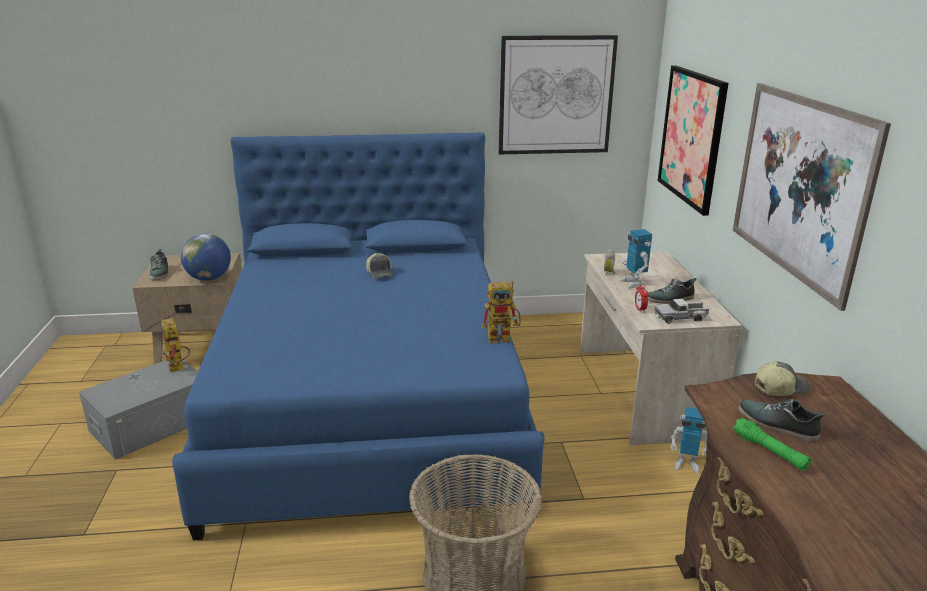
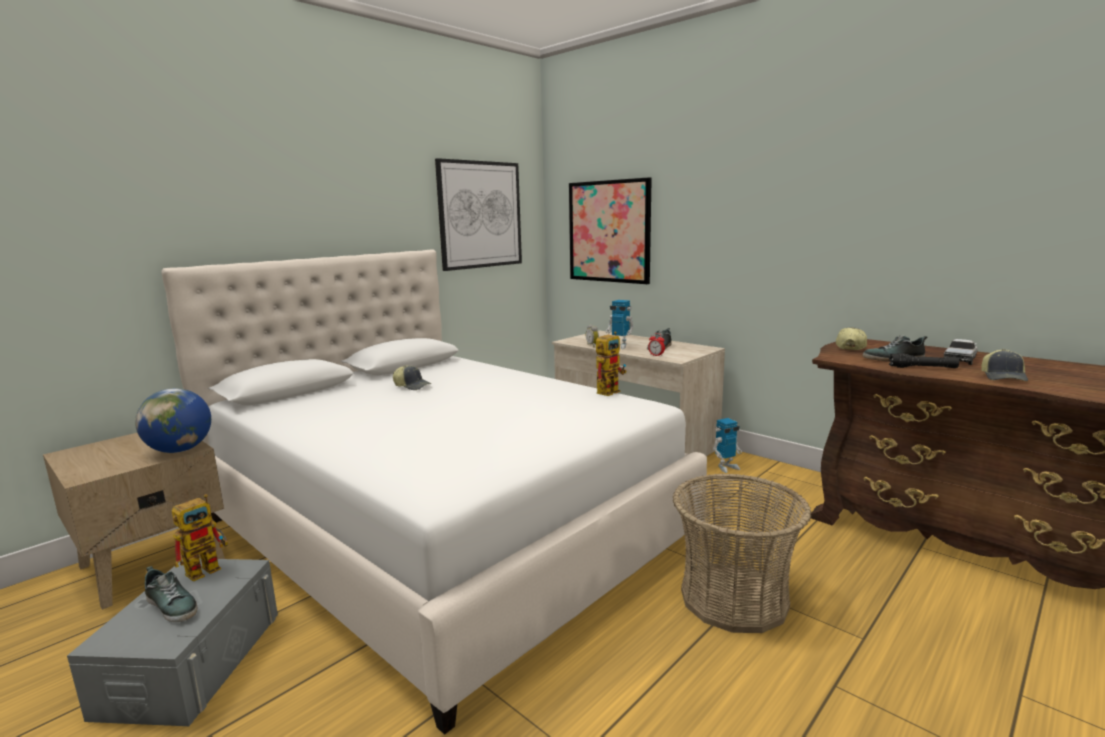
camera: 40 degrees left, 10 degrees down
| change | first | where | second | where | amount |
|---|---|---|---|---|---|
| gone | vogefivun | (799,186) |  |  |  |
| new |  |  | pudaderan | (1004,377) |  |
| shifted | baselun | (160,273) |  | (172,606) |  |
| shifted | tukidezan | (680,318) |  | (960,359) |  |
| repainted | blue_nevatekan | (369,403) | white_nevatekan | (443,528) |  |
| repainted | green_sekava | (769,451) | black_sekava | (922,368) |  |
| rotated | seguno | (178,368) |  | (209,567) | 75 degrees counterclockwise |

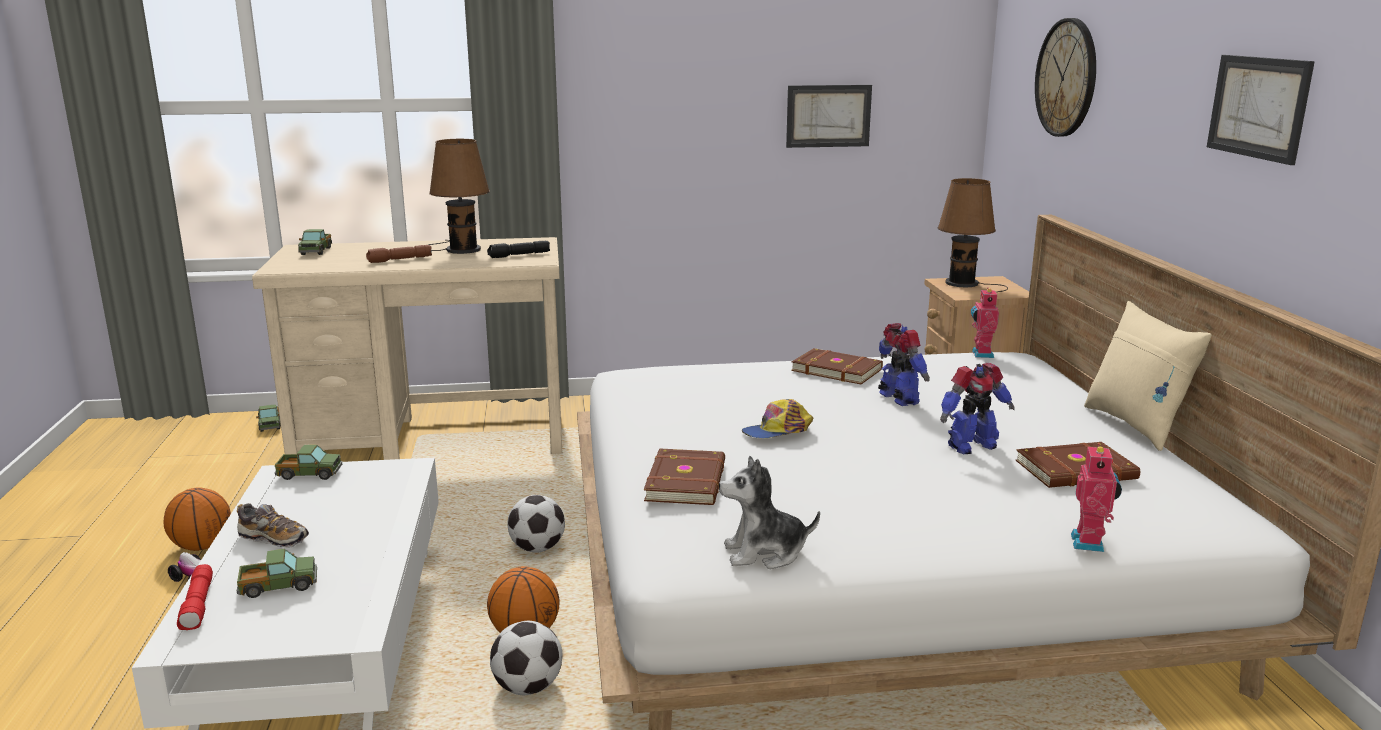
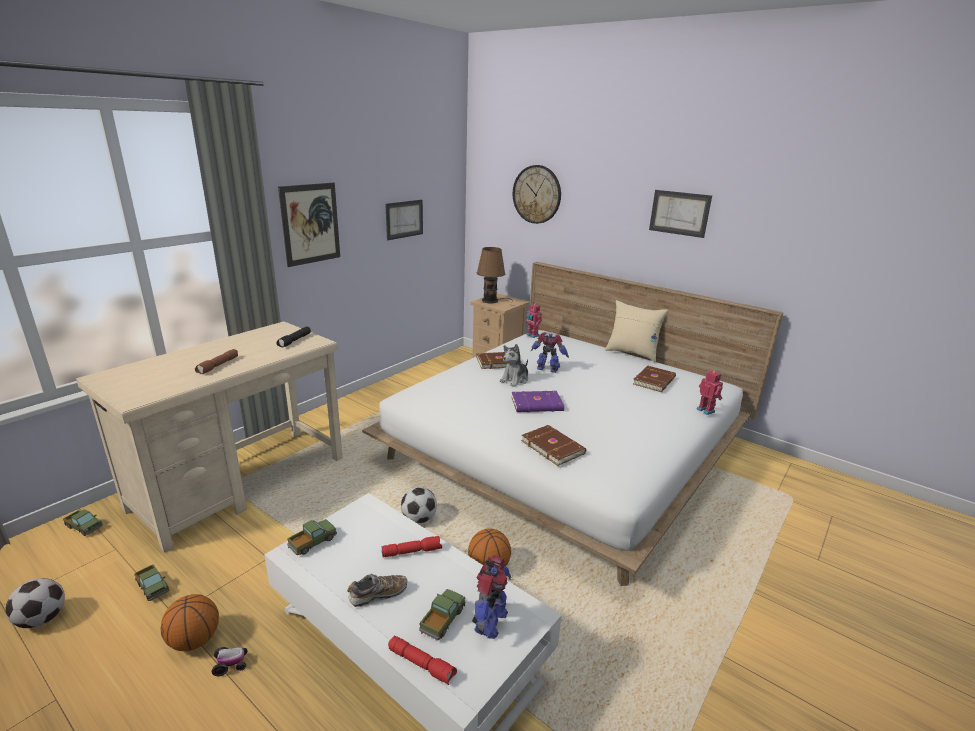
camera: 45 degrees left, 5 degrees up
| change | first | where | second | where | amount |
|---|---|---|---|---|---|
| gone | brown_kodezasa | (460,249) |  |  |  |
| new |  |  | vogefivun | (310,224) |  |
| new |  |  | red_sekava | (412,551) |  |
| shifted | tukidezan | (316,251) |  | (152,587) |  |
| shifted | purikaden | (528,687) |  | (42,619) |  |
| shifted | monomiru | (764,553) |  | (515,380) |  |
| shifted | seguno | (970,446) |  | (489,622) |  |
| swapped | pudaderan | (777,432) | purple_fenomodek | (537,404) |  |

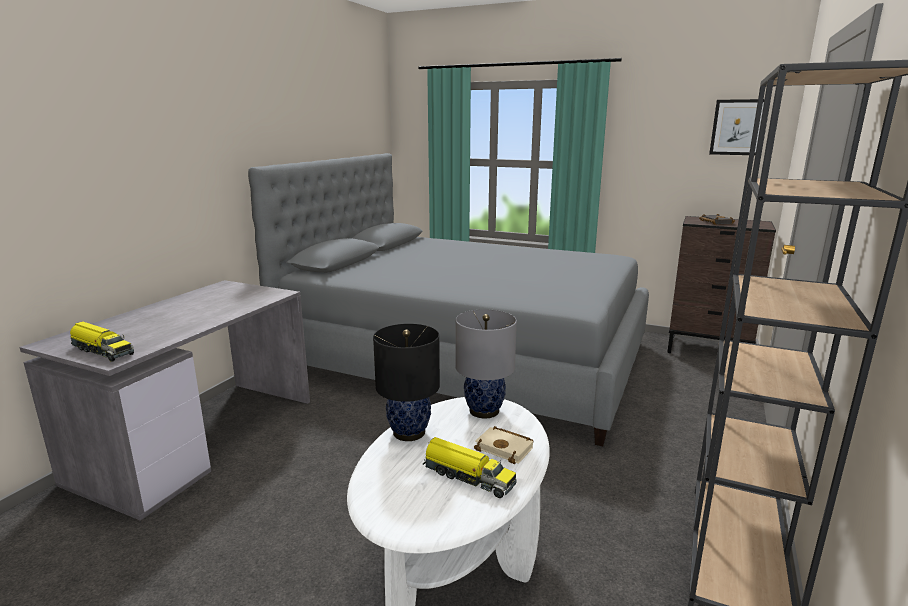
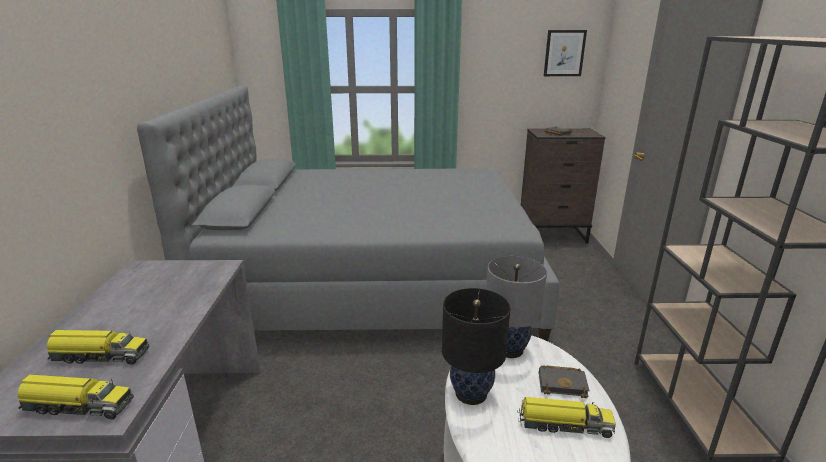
camera: 25 degrees left, 5 degrees up
| change | first | where | second | where | amount |
|---|---|---|---|---|---|
| new |  |  | tukidezan | (100,356) |  |
| repainted | beige_fenomodek | (506,448) | black_fenomodek | (563,384) |  |

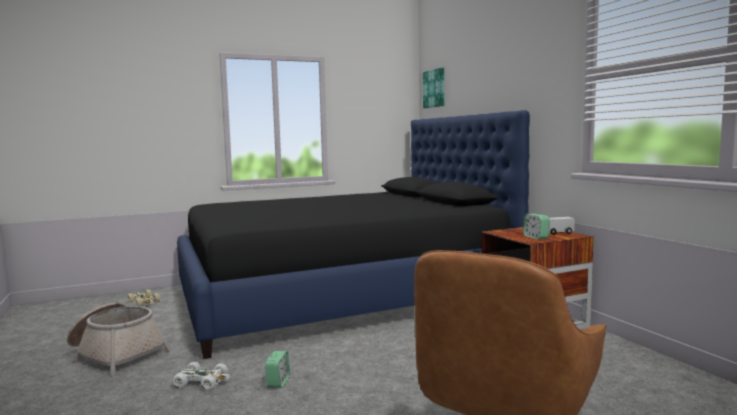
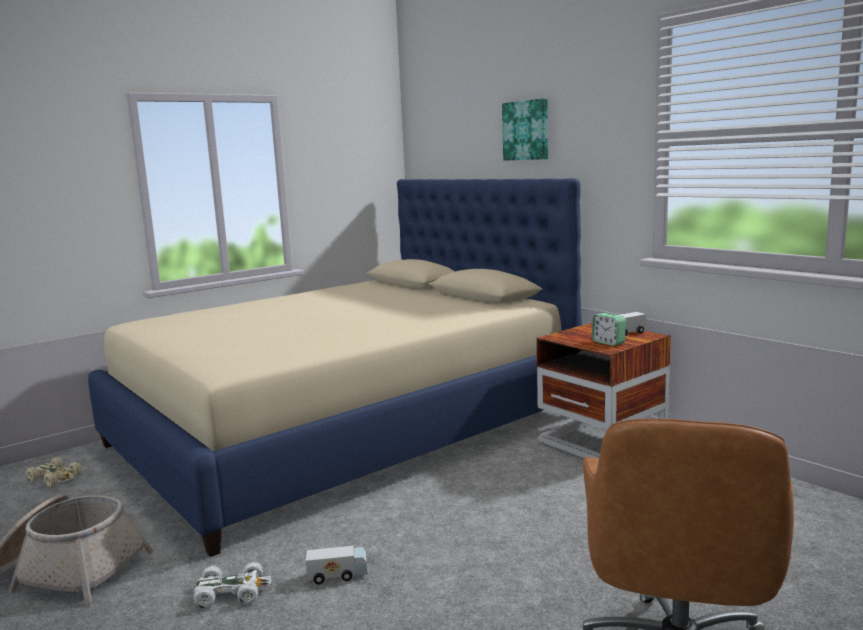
camera: 15 degrees left, 5 degrees up
| change | first | where | second | where | amount |
|---|---|---|---|---|---|
| shifted | vogefivun | (434,88) |  | (526,130) |  |
| swapped | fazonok | (278,382) | tukidezan | (338,575) |  |
| repainted | black_nevatekan | (343,294) | beige_nevatekan | (346,430) |  |

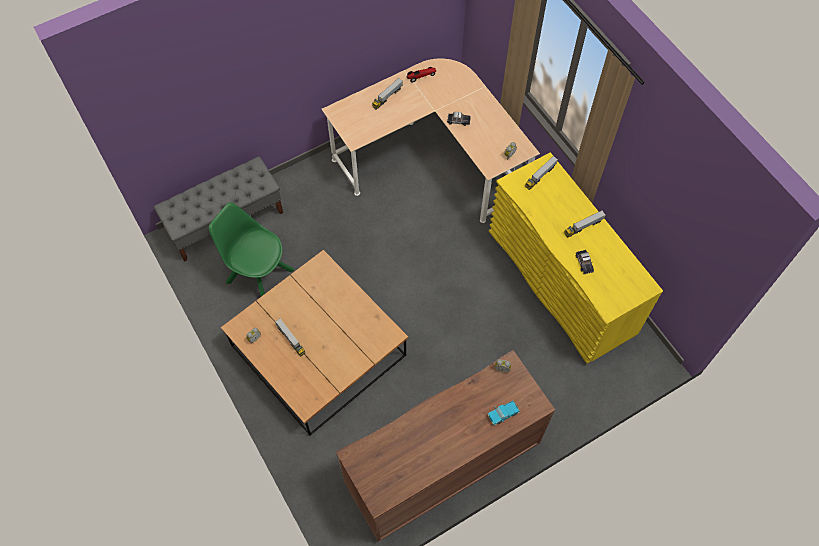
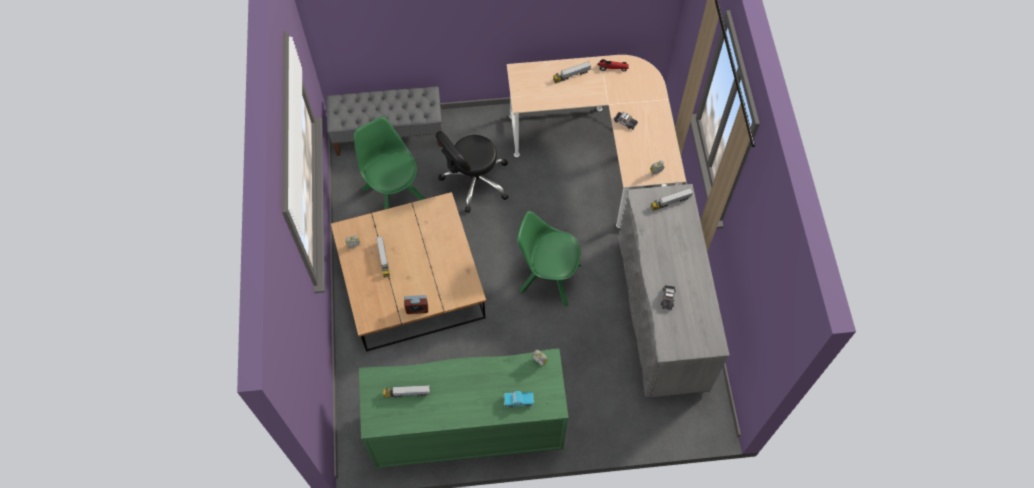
camera: 25 degrees right, 0 degrees up
| change | first | where | second | where | amount |
|---|---|---|---|---|---|
| new |  |  | fazonok | (417,309) |  |
| new |  |  | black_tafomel | (473,183) |  |
| new |  |  | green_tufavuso | (548,277) |  |
| shifted | tukidezan | (583,226) |  | (407,393) |  |
| repainted | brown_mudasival | (442,464) | green_mudasival | (467,428) |  |
| repainted | yellow_mudasival | (560,284) | grey_mudasival | (661,314) |  |

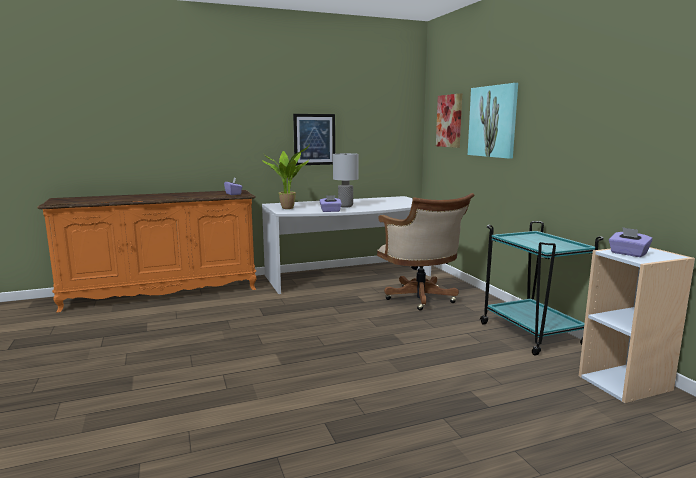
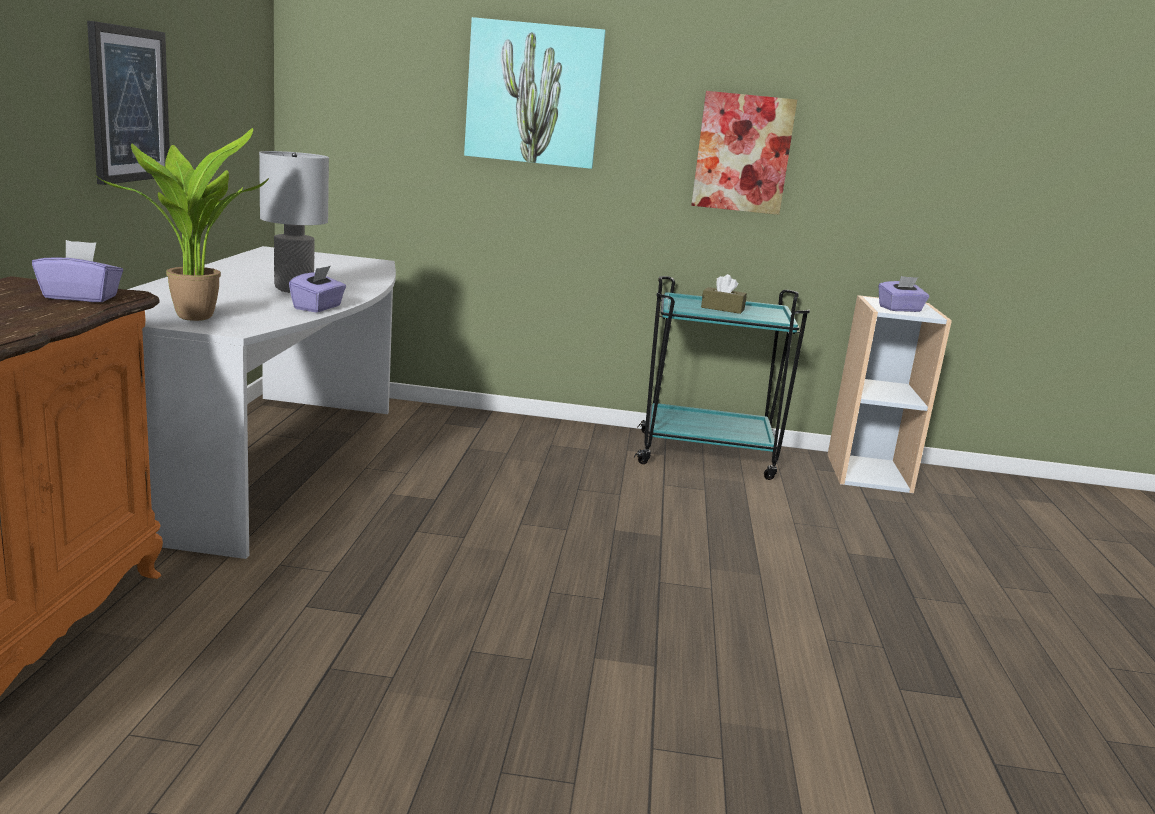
camera: 65 degrees left, 5 degrees up
| change | first | where | second | where | amount |
|---|---|---|---|---|---|
| gone | tafomel | (422,299) |  |  |  |
| new |  |  | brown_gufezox | (722,309) |  |
| shifted | vogefivun | (449,121) |  | (742,153) |  |

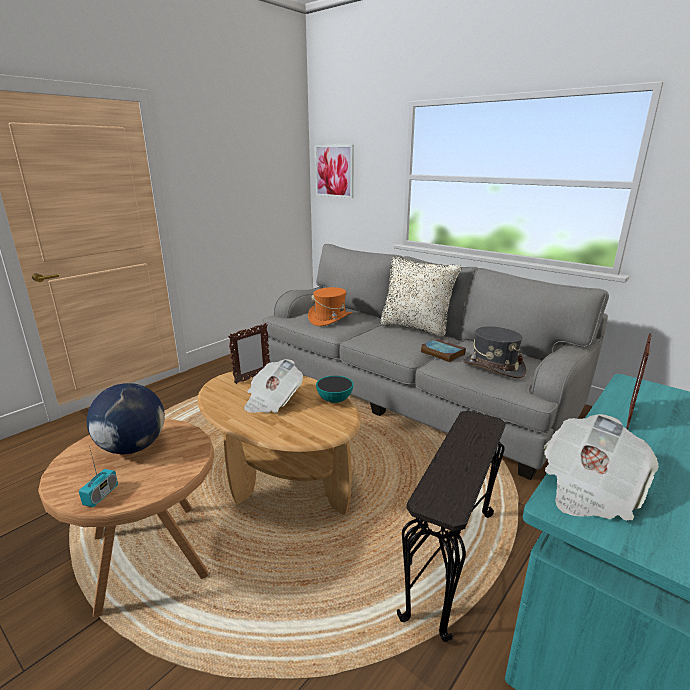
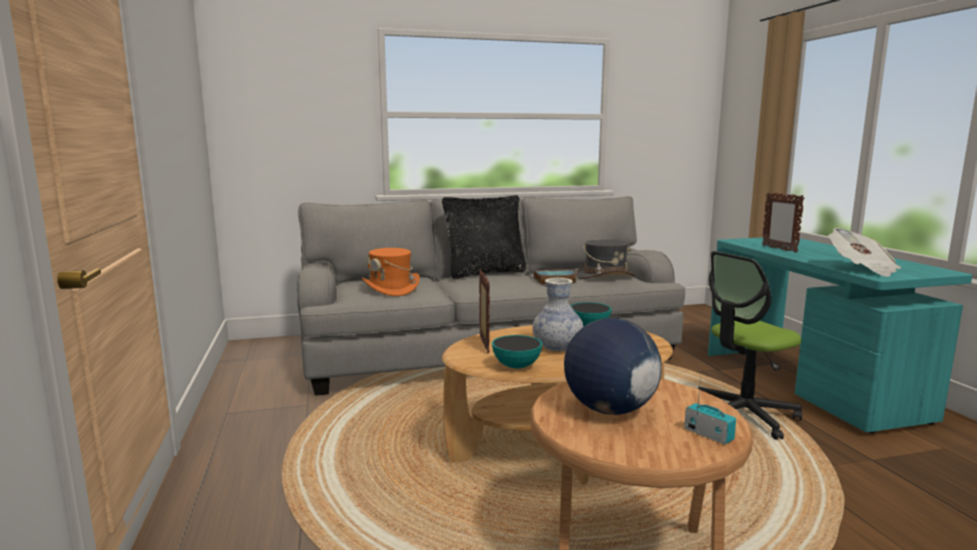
camera: 55 degrees left, 10 degrees down
| change | first | where | second | where | amount |
|---|---|---|---|---|---|
| gone | vogefivun | (334,171) |  |  |  |
| new |  |  | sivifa | (516,366) |  |
| swapped | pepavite | (272,401) | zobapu | (557,347) |  |
| swapped | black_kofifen | (450,562) | tafomel | (743,415) |  |
| repainted | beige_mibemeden | (415,329) | black_mibemeden | (486,274) |  |

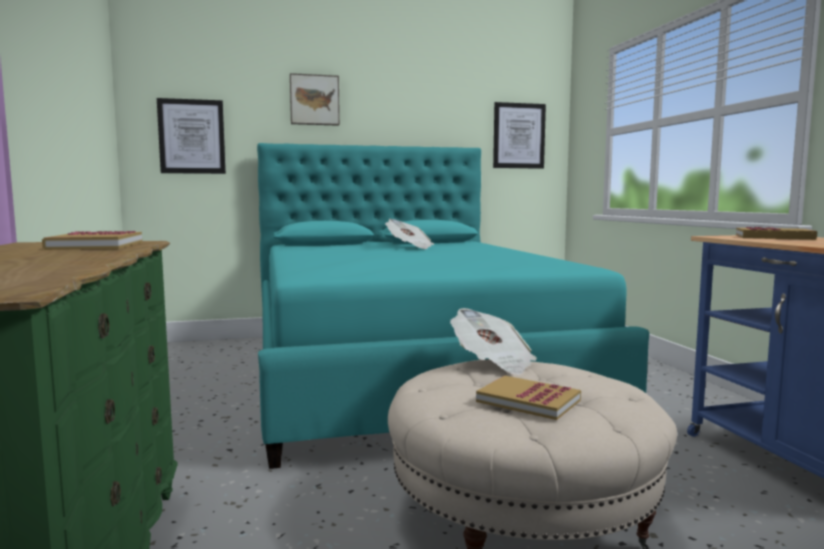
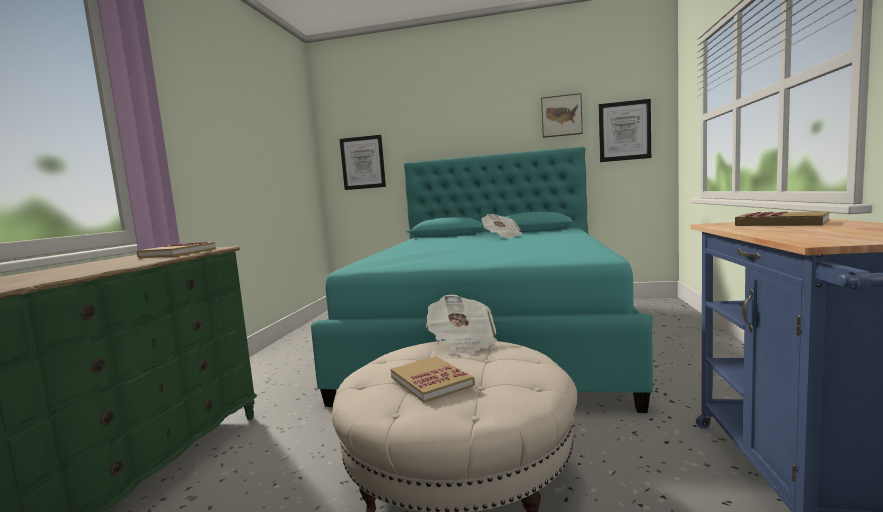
camera: 25 degrees right, 0 degrees up
| change | first | where | second | where | amount |
|---|---|---|---|---|---|
| shifted | vogefivun | (314,100) |  | (561,116) |  |

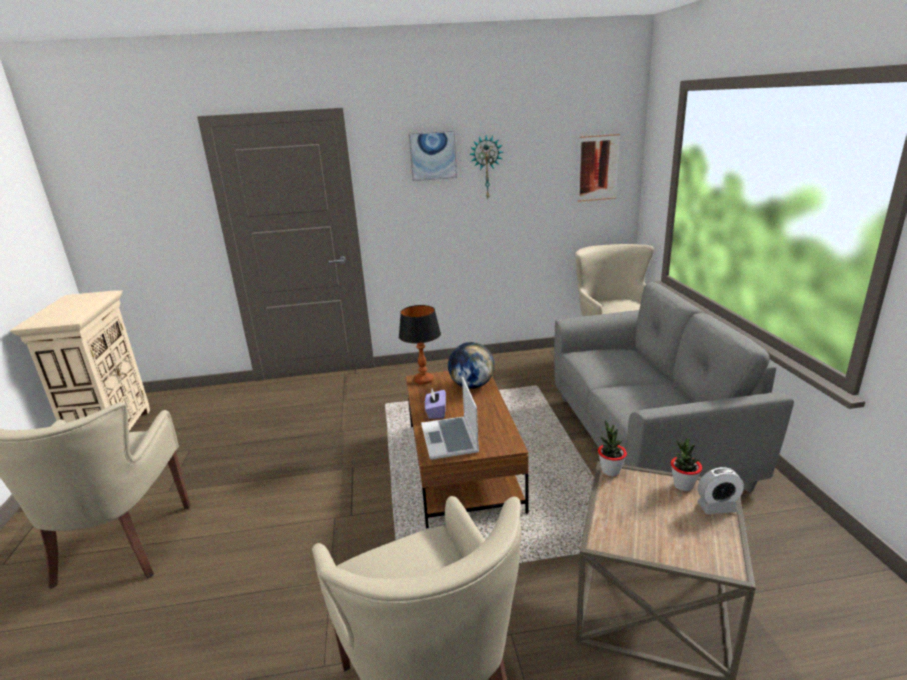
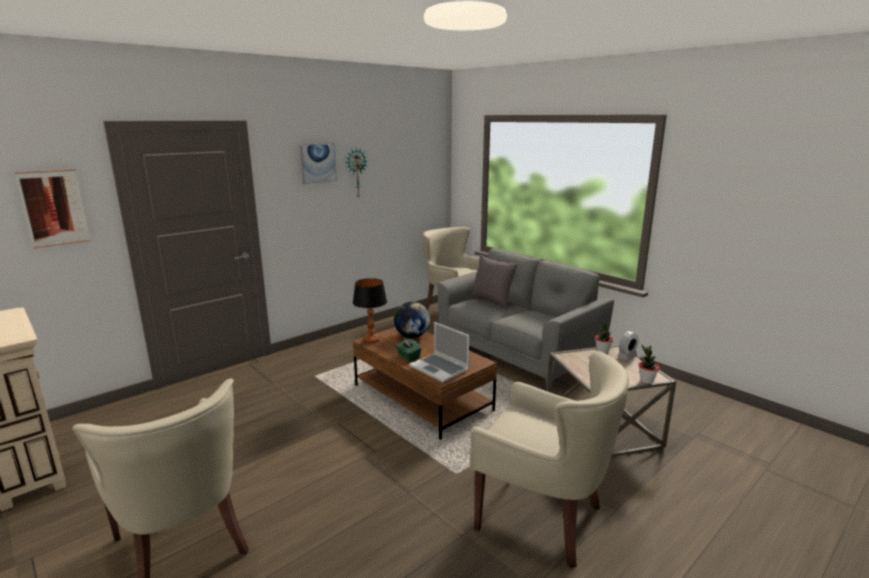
camera: 35 degrees left, 5 degrees down
| change | first | where | second | where | amount |
|---|---|---|---|---|---|
| new |  |  | grey_mibemeden | (492,302) |  |
| shifted | vogefivun | (597,168) |  | (54,208) |  |
| shifted | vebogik | (610,471) |  | (646,380) |  |
| repainted | purple_gufezox | (436,412) | green_gufezox | (408,356) |  |

